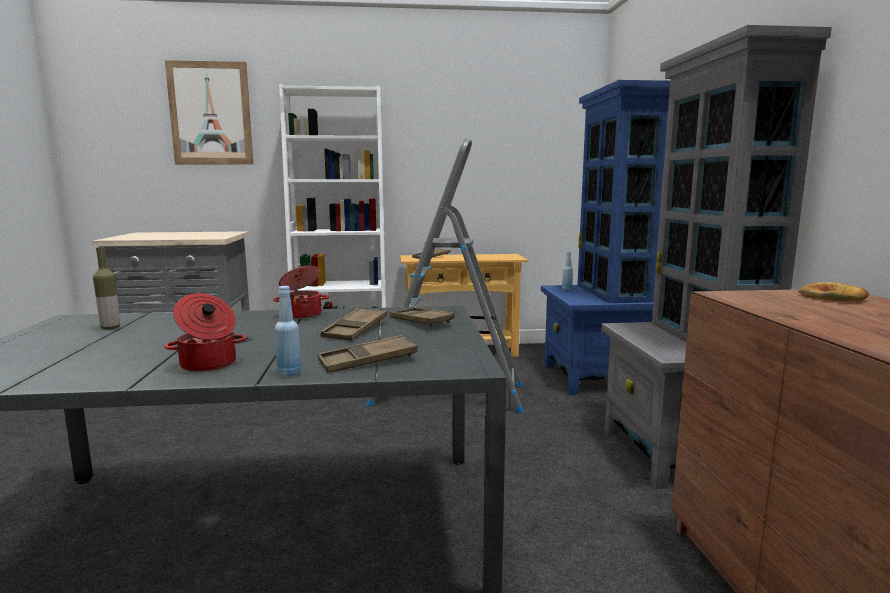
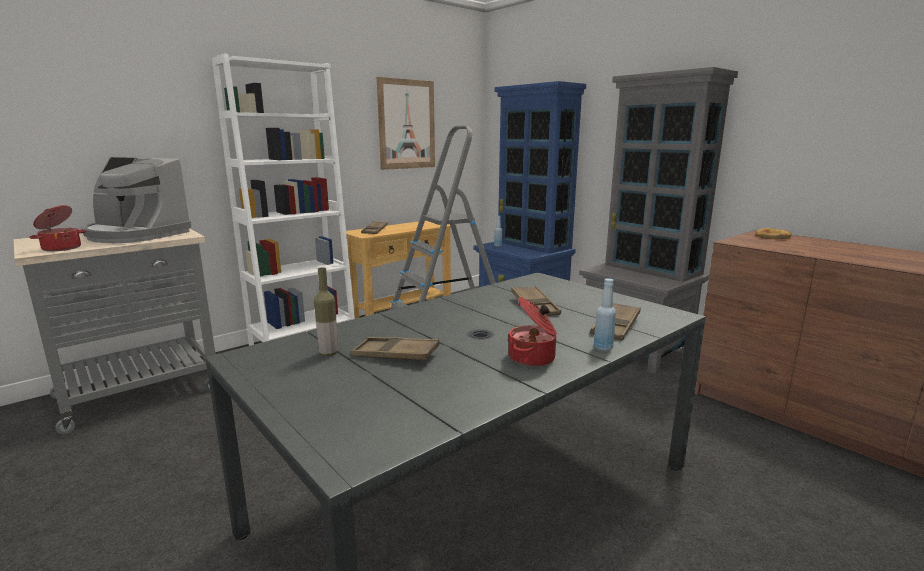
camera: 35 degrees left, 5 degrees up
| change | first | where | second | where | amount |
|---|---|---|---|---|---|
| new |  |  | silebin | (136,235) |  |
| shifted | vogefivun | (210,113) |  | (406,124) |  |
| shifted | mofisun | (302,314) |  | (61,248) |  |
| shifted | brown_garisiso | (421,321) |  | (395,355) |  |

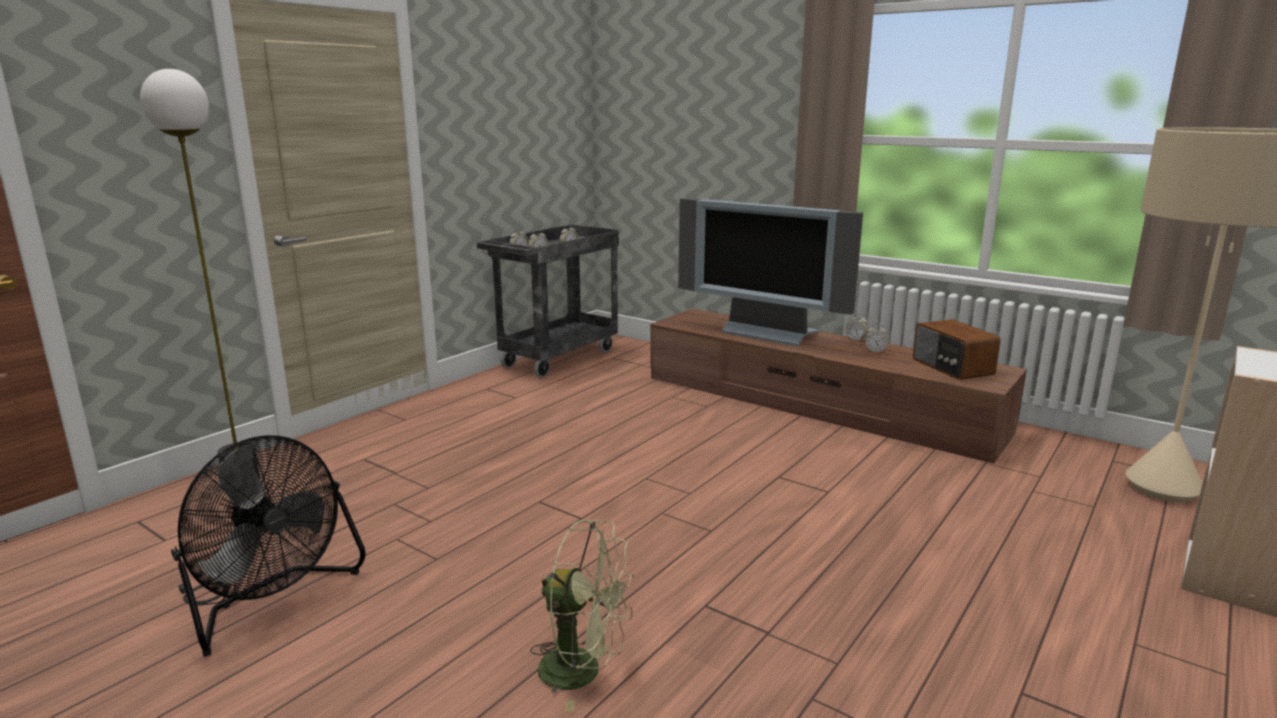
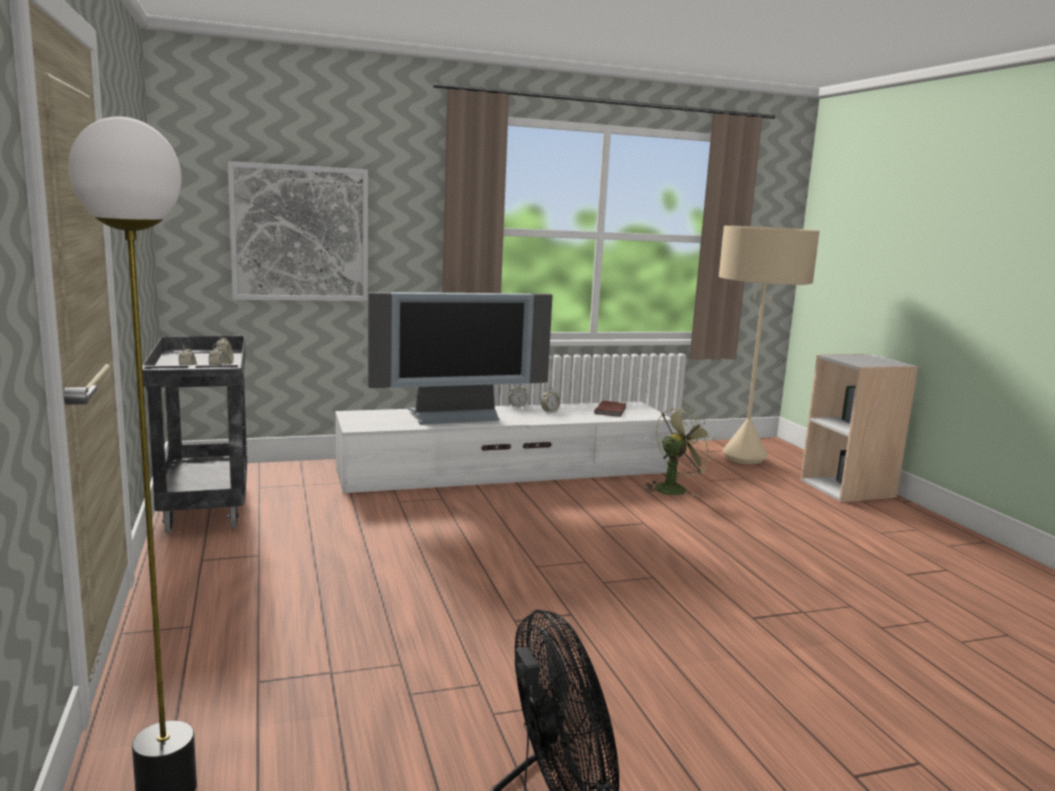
camera: 55 degrees left, 5 degrees down
| change | first | where | second | where | amount |
|---|---|---|---|---|---|
| new |  |  | vogefivun | (300,233) |  |
| shifted | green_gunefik | (583,671) |  | (674,488) |  |
| swapped | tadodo | (951,367) | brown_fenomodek | (611,410) |  |
| repainted | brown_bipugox | (817,403) | white_bipugox | (504,469) |  |

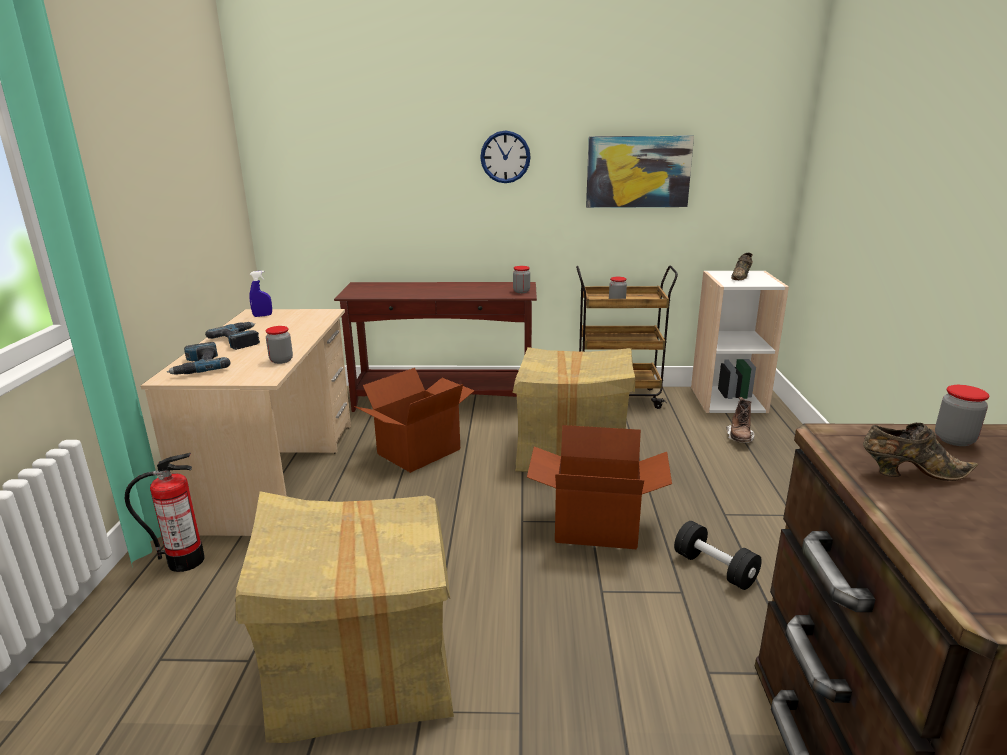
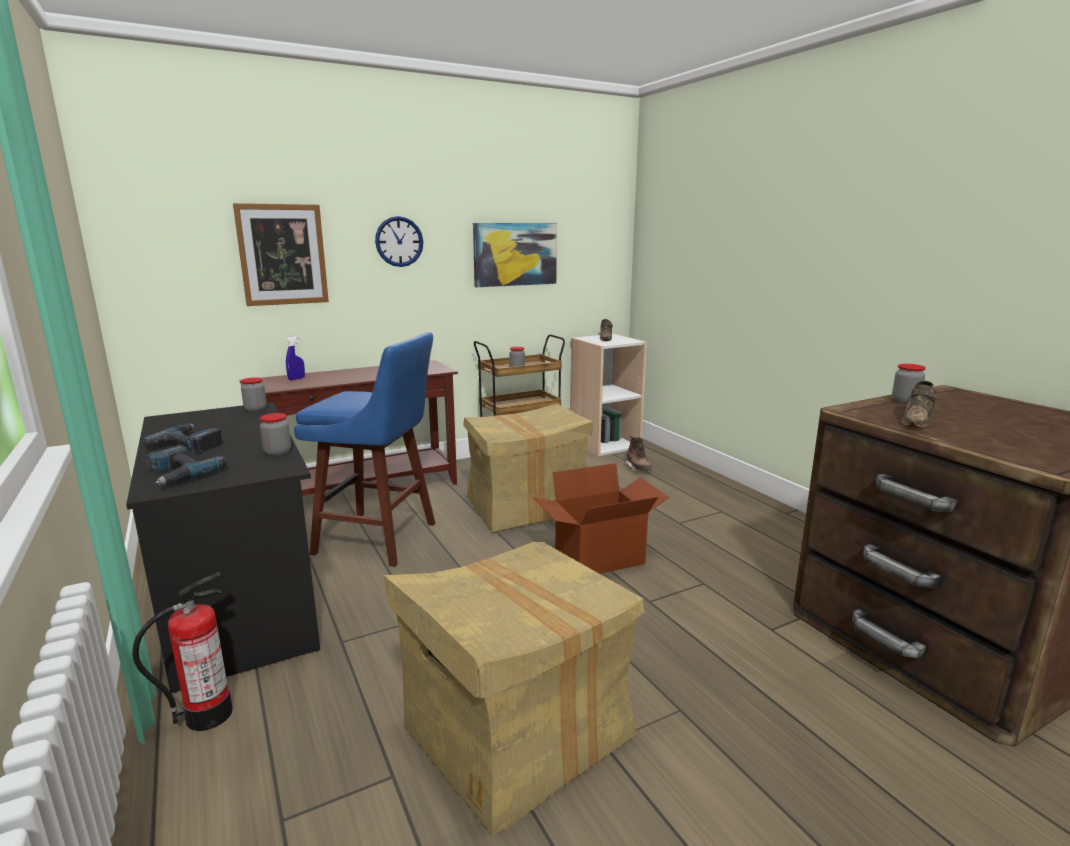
camera: 30 degrees left, 5 degrees down
| change | first | where | second | where | amount |
|---|---|---|---|---|---|
| gone | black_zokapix | (714,569) |  |  |  |
| new |  |  | vogefivun | (282,255) |  |
| shifted | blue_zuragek | (262,315) |  | (296,379) |  |
| shifted | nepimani | (521,291) |  | (255,409) |  |
| swapped | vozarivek | (418,451) | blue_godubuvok | (380,539) |  |
| repainted | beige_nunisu | (278,473) | black_nunisu | (239,598) |  |
| rotated | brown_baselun | (910,473) |  | (917,421) | 150 degrees clockwise |

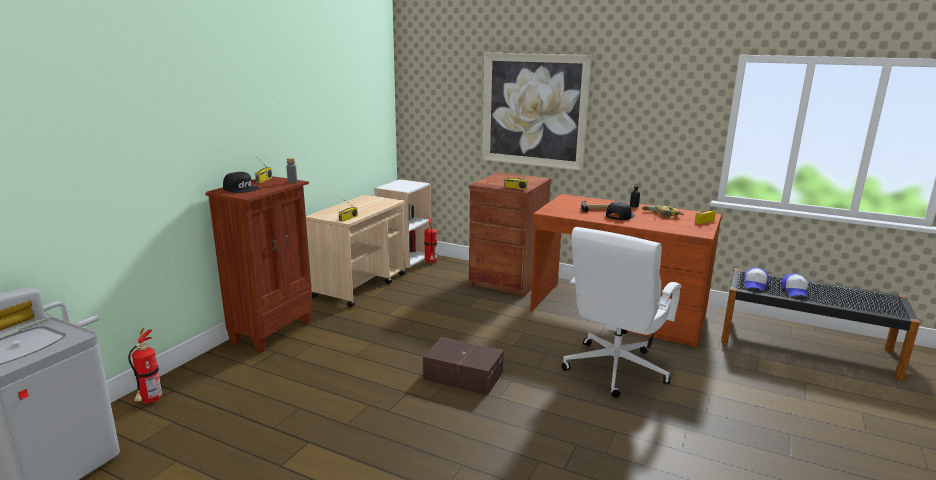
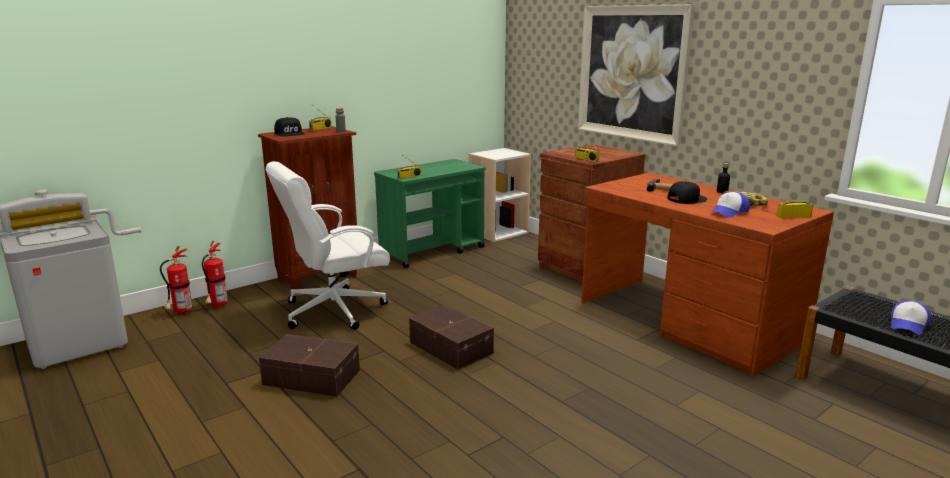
camera: 25 degrees right, 0 degrees up
| change | first | where | second | where | amount |
|---|---|---|---|---|---|
| new |  |  | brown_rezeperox | (311,376) |  |
| shifted | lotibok | (431,262) |  | (217,306) |  |
| shifted | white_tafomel | (615,368) |  | (335,310) |  |
| shifted | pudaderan | (755,284) |  | (729,212) |  |
| repainted | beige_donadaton | (361,285) | green_donadaton | (432,251) |  |

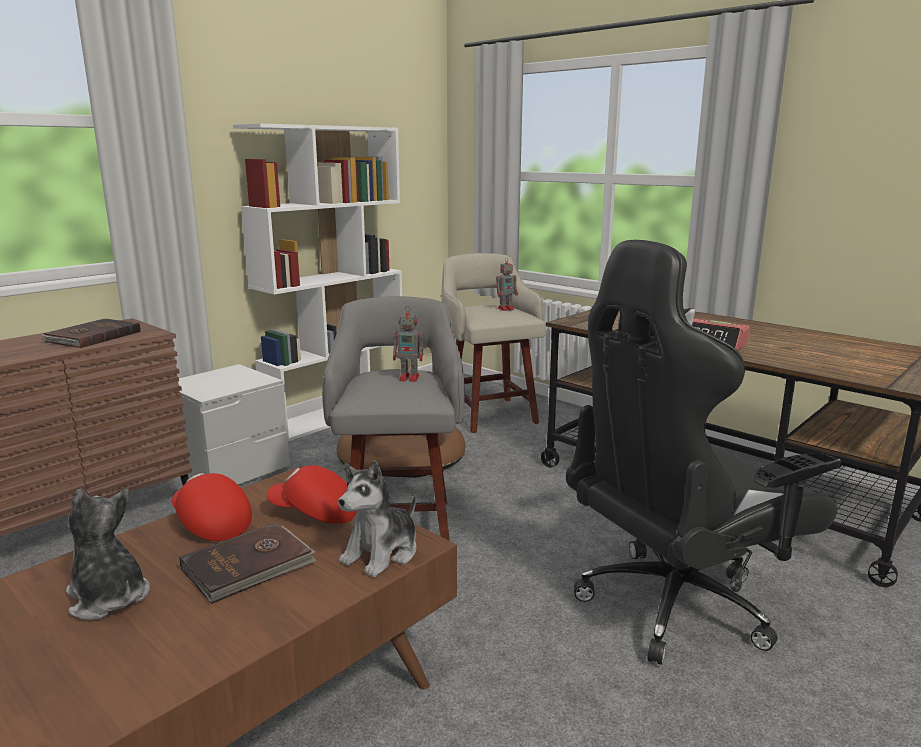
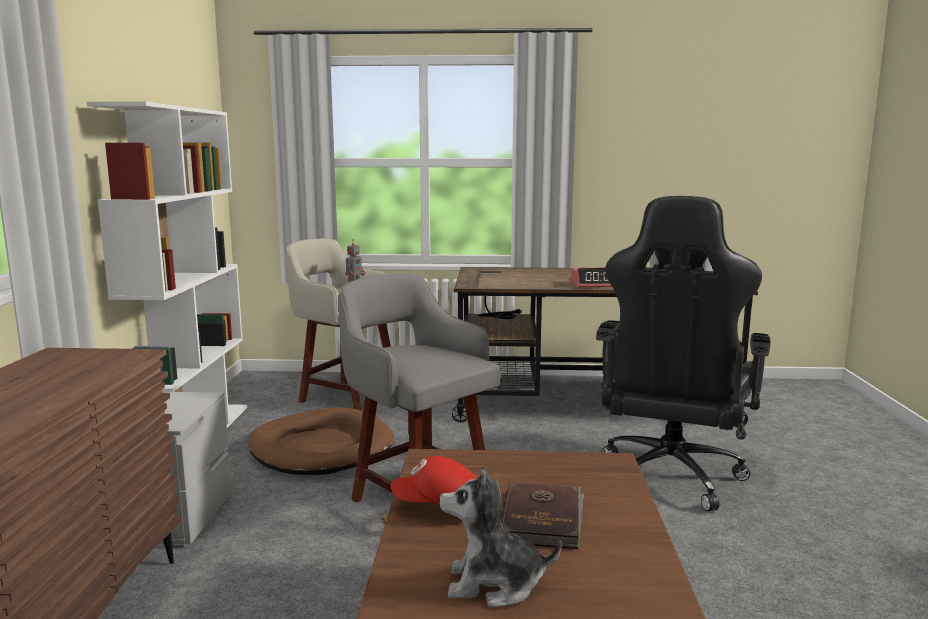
camera: 40 degrees left, 5 degrees down
| change | first | where | second | where | amount |
|---|---|---|---|---|---|
| gone | brown_fenomodek | (92,337) |  |  |  |
| gone | red_pudaderan | (314,514) |  |  |  |
| gone | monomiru | (382,553) |  |  |  |
| gone | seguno | (410,378) |  |  |  |

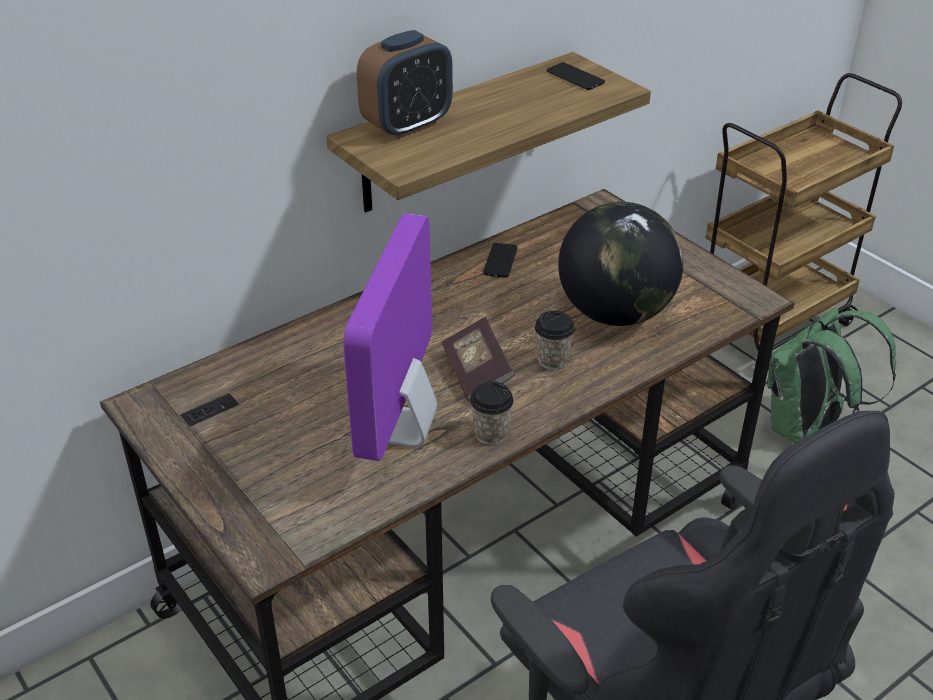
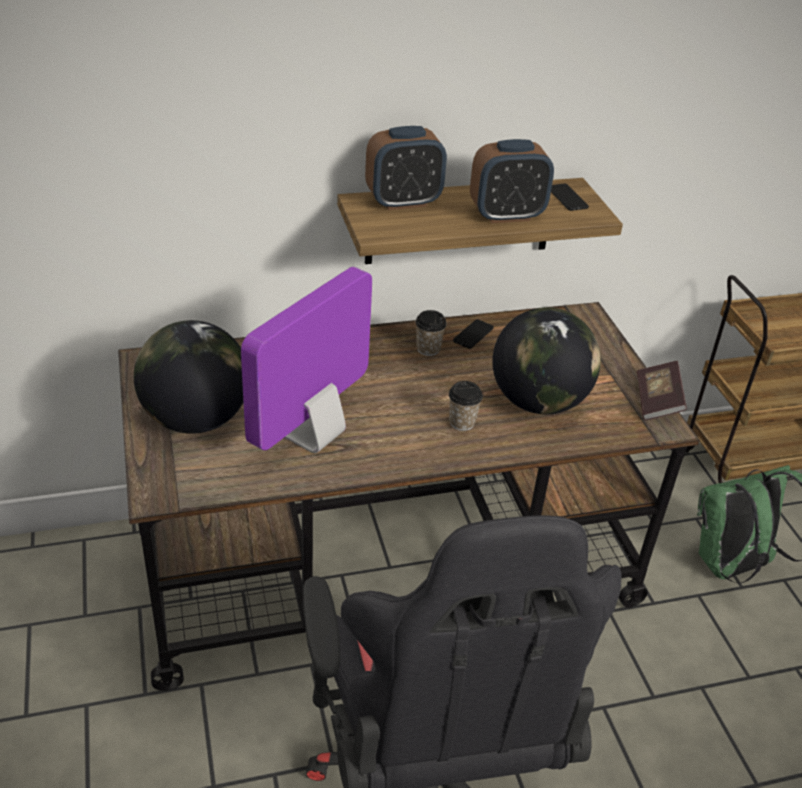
camera: 20 degrees right, 0 degrees up
| change | first | where | second | where | amount |
|---|---|---|---|---|---|
| new |  |  | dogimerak | (196,420) |  |
| new |  |  | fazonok | (506,215) |  |
| shifted | fenomodek | (477,373) |  | (657,401) |  |
| shifted | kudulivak | (491,433) |  | (428,349) |  |

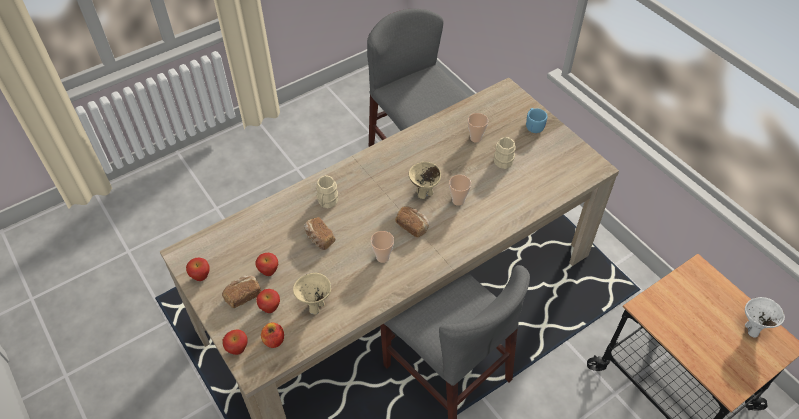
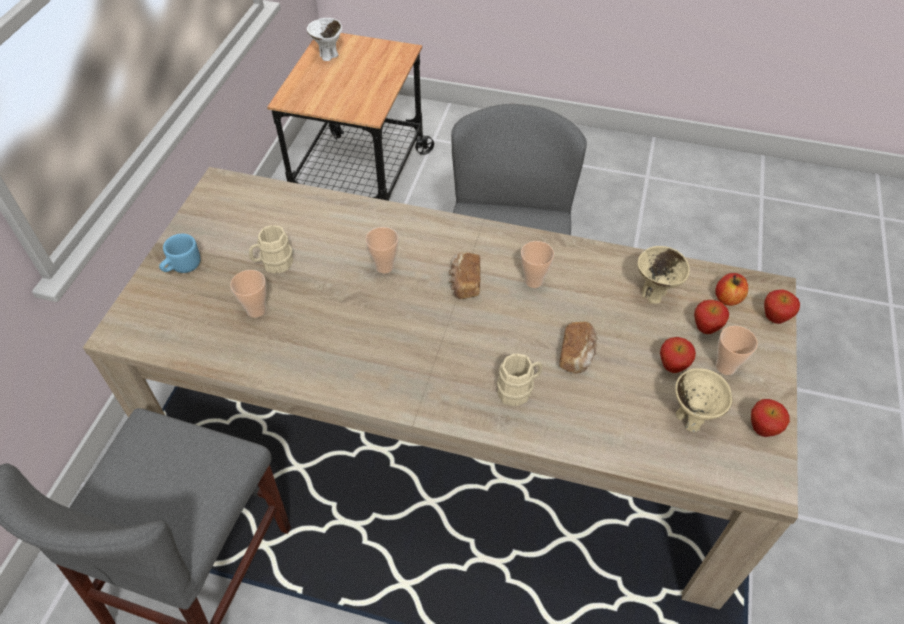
camera: 130 degrees left, 0 degrees up
| change | first | where | second | where | amount |
|---|---|---|---|---|---|
| shifted | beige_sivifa | (424,193) |  | (690,419) |  |
| swapped | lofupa | (242,295) | kudulivak | (725,366) |  |

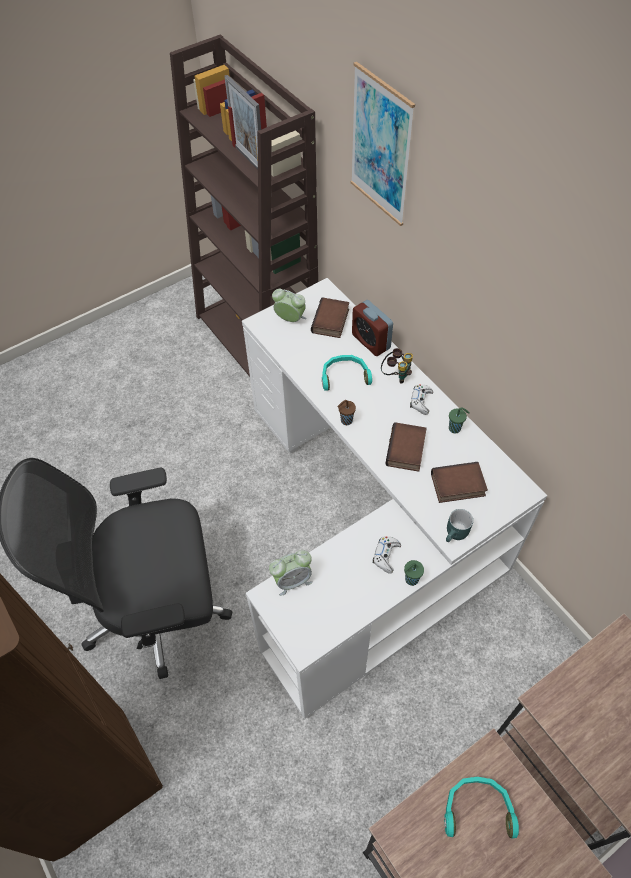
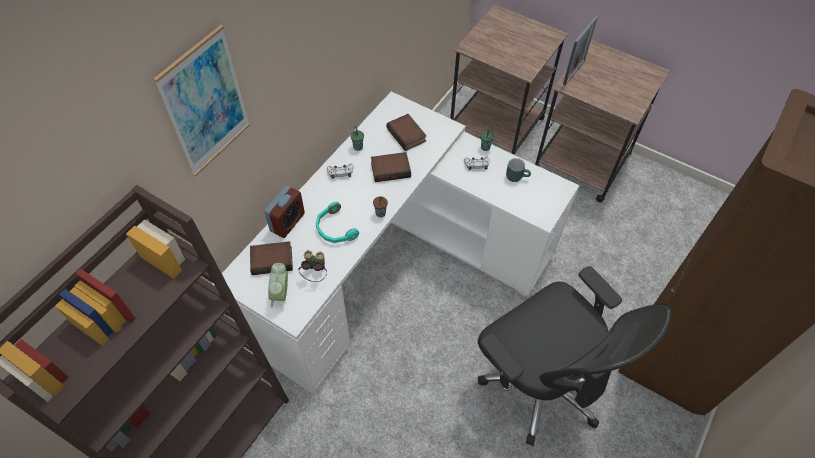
camera: 115 degrees left, 0 degrees up
| change | first | where | second | where | amount |
|---|---|---|---|---|---|
| gone | fazonok | (292,580) |  |  |  |
| gone | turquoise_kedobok | (477,808) |  |  |  |
| shifted | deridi | (248,158) |  | (573,72) |  |
| shifted | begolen | (396,375) |  | (315,274) |  |
| shifted | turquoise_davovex | (456,535) |  | (516,176) |  |

